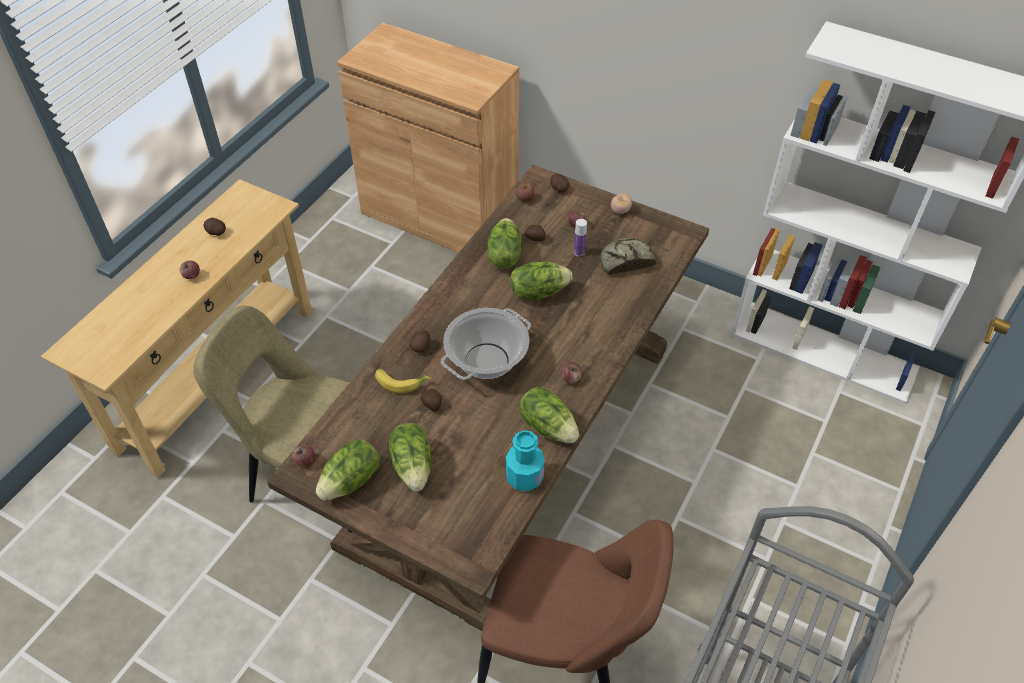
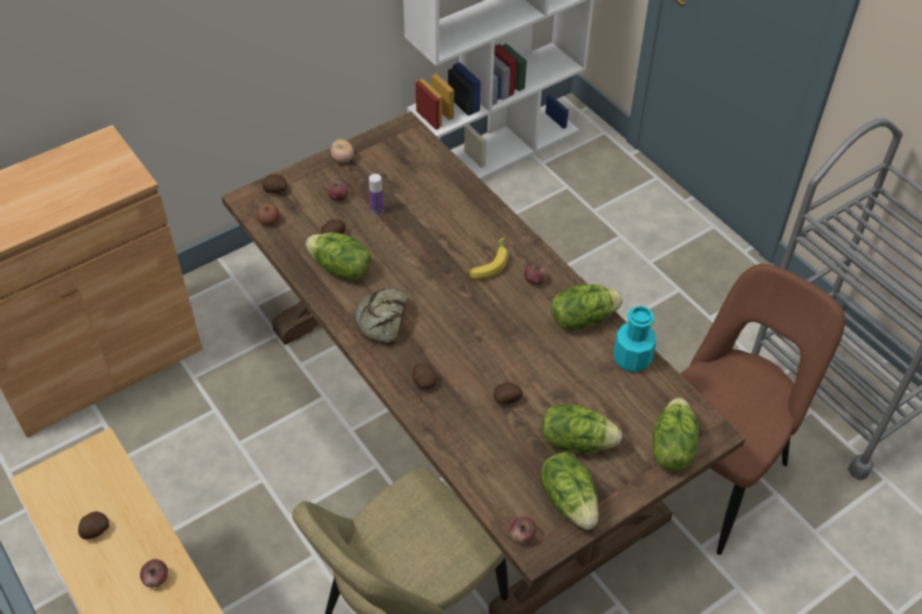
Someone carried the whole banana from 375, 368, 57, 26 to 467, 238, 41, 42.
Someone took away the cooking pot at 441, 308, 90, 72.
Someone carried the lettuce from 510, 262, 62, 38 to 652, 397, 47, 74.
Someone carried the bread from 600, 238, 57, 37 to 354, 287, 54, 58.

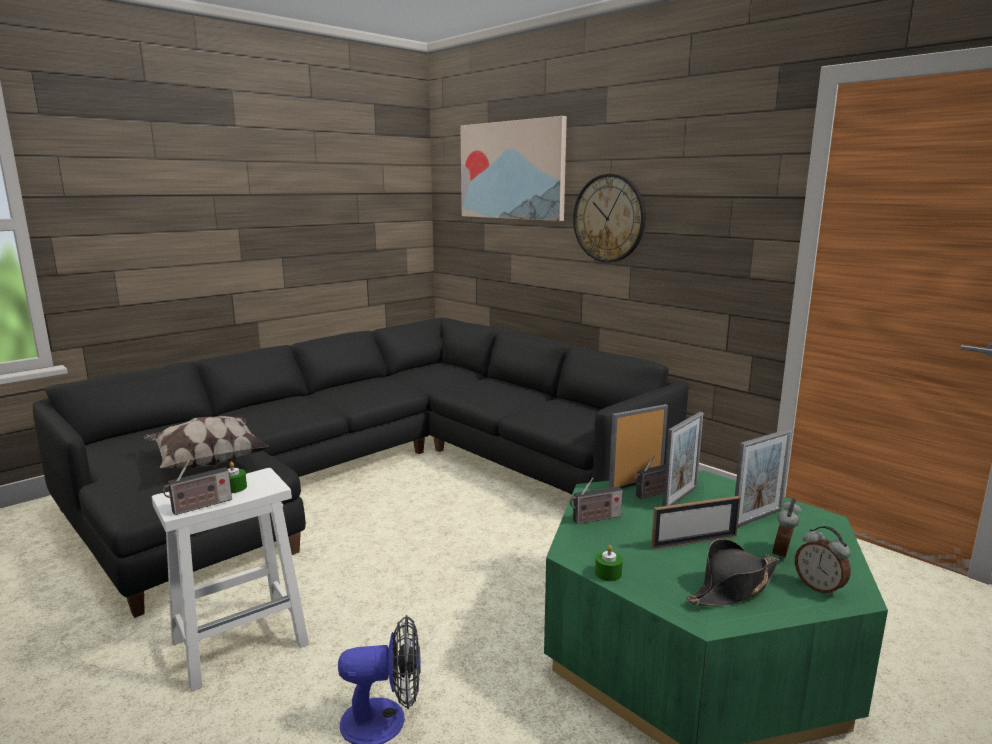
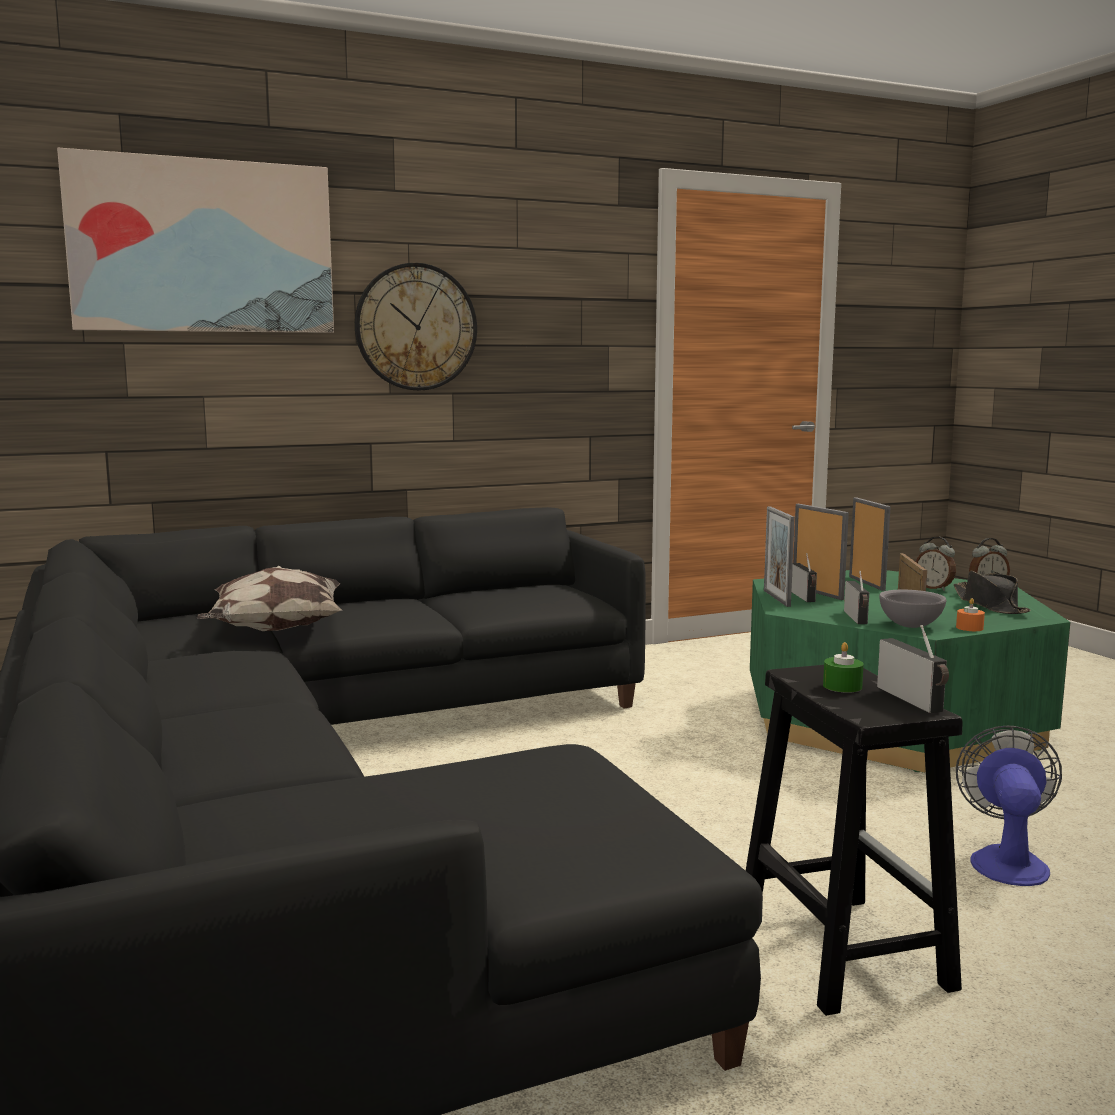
Someone carried the pillow from 144, 416, 125, 52 to 196, 565, 146, 66.
Someone repainted the white sitting stool at 152, 468, 157, 224, which became the blackish sitting stool at 746, 665, 217, 351.
Someone repainted the green wax candle at 595, 545, 28, 36, which became the orange-coloured wax candle at 956, 598, 29, 33.
Someone put down the grey bowl at 879, 590, 68, 38.

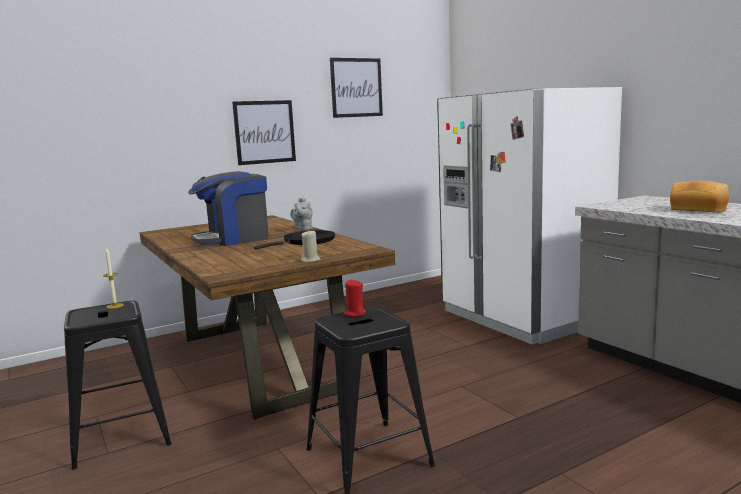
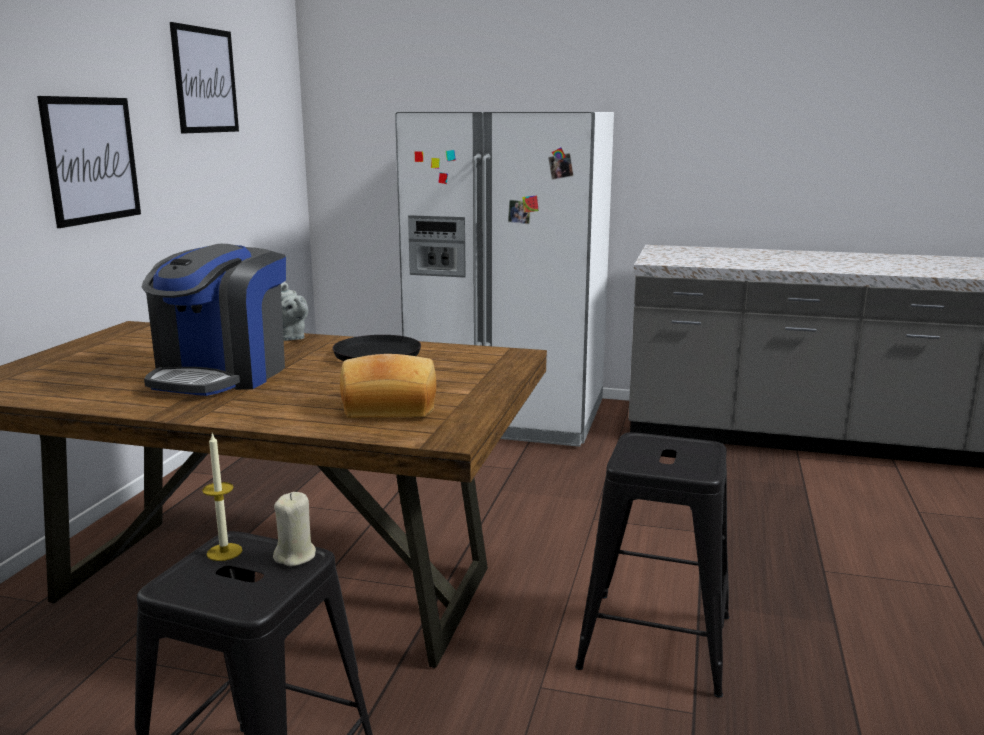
Someone carried the sand-coloured wax candle from 301, 230, 19, 32 to 273, 492, 43, 74.
Someone took away the reddish wax candle at 343, 279, 23, 38.
Someone carried the bread from 670, 180, 59, 32 to 340, 354, 96, 64.

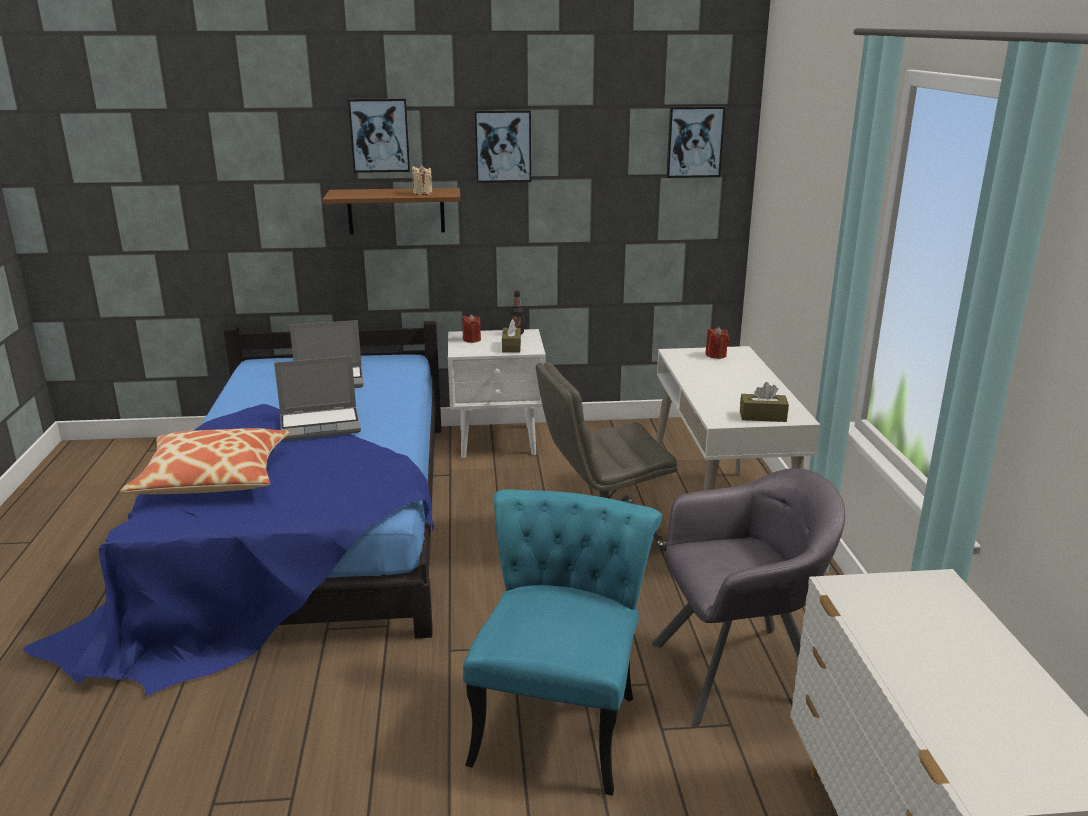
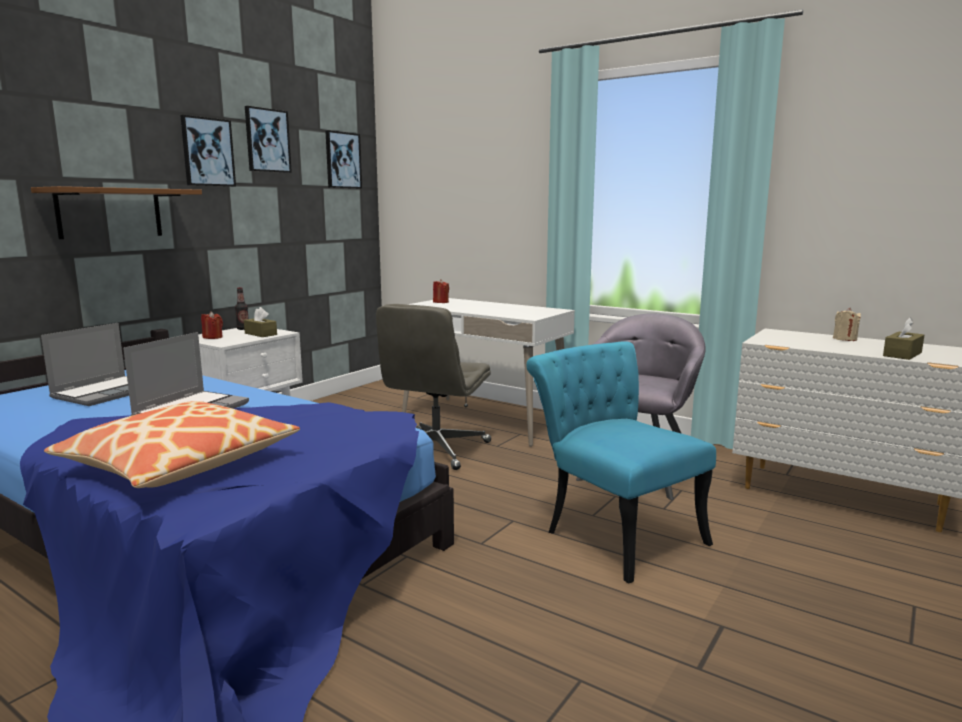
Someone carried the wall picture from 348, 98, 62, 75 to 245, 106, 47, 67.
Someone carried the sand-coloured wax candle from 412, 164, 20, 31 to 833, 308, 28, 33.
Someone carried the brownish tissue box from 740, 382, 49, 40 to 883, 318, 41, 42.

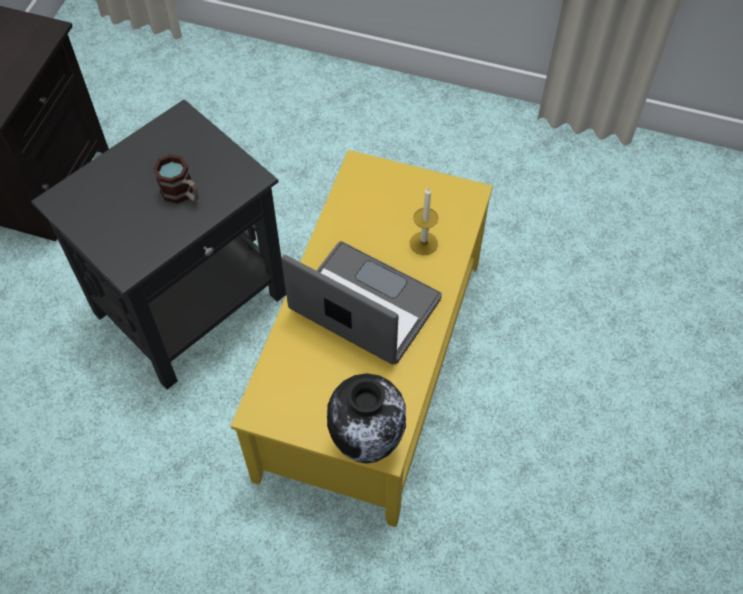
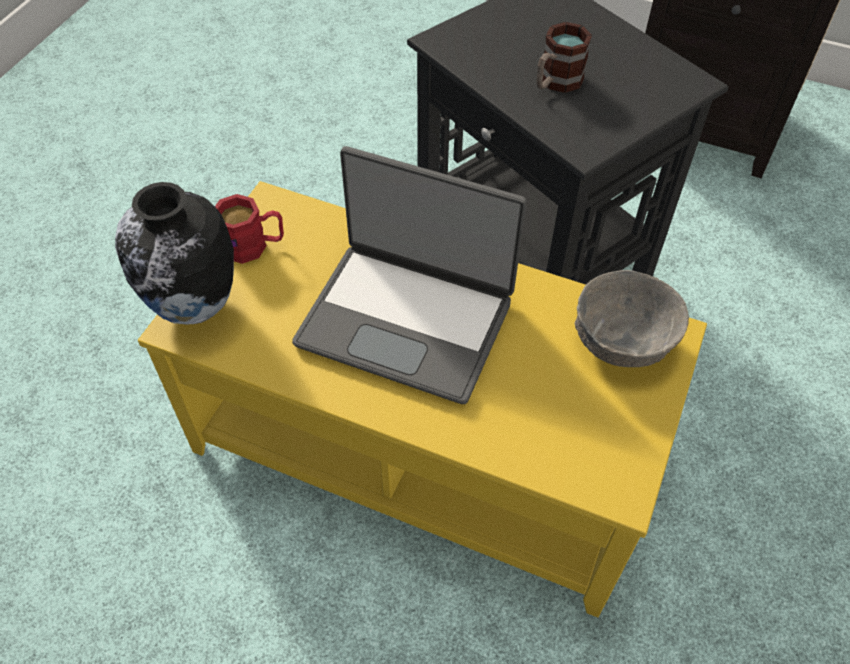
Someone rotated the notebook computer at 281, 241, 161, 123 by 75 degrees clockwise.
Someone took away the wax candle at 410, 187, 28, 68.
Someone put down the reddish mug at 215, 194, 69, 70.
Someone put down the grey bowl at 574, 270, 115, 97.

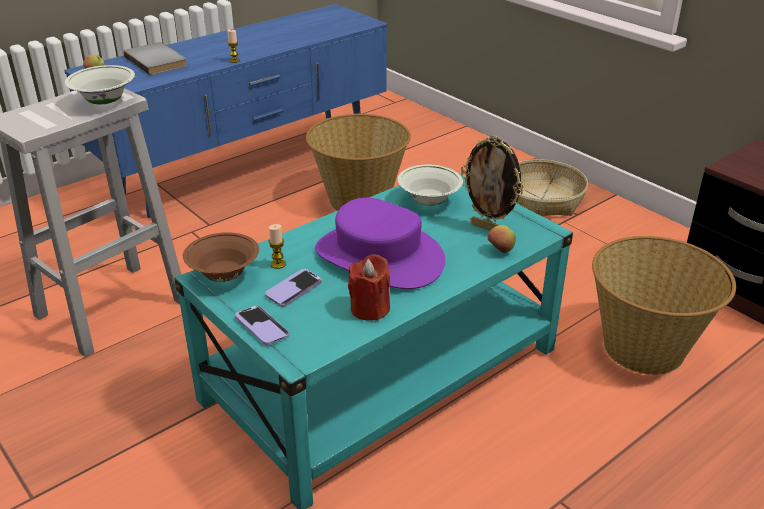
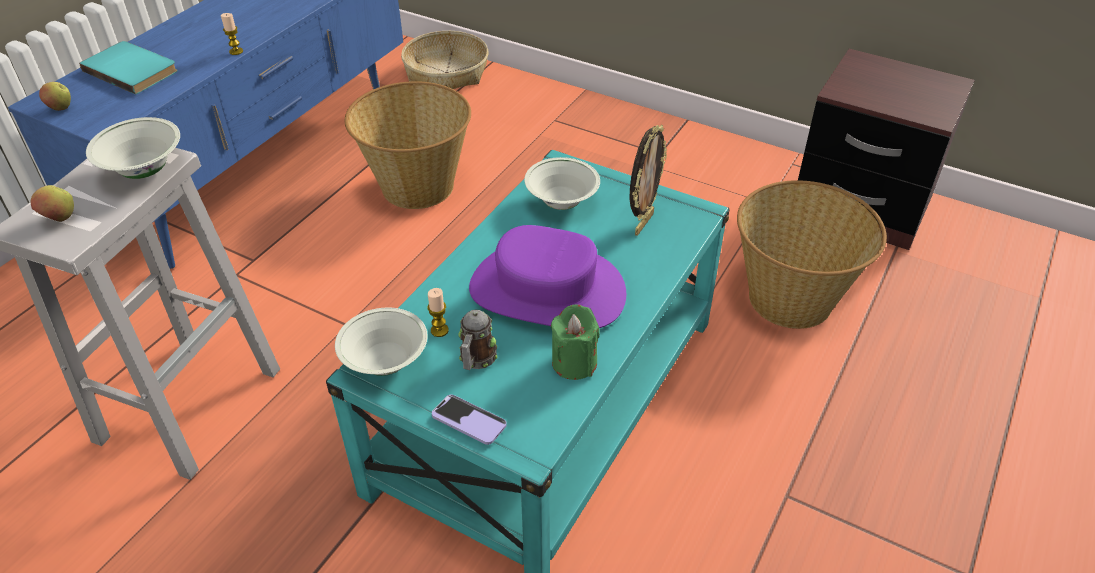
Someone repainted the grey bound book at 123, 42, 64, 33, which became the turquoise-coloured bound book at 79, 41, 99, 54.
Someone repainted the brownish bowl at 183, 232, 76, 50, which became the white bowl at 335, 308, 93, 68.
Someone swapped the telephone at 265, 269, 57, 38 for the mug at 458, 309, 39, 61.
Someone repainted the reddish wax candle at 348, 254, 42, 67, which became the green wax candle at 551, 305, 49, 75.
Someone rotated the standing frame at 461, 135, 63, 95 by 75 degrees counterclockwise.
Someone carried the apple fruit from 488, 225, 28, 28 to 30, 185, 44, 37.
Someone carried the household basket from 517, 159, 71, 57 to 401, 31, 87, 58.

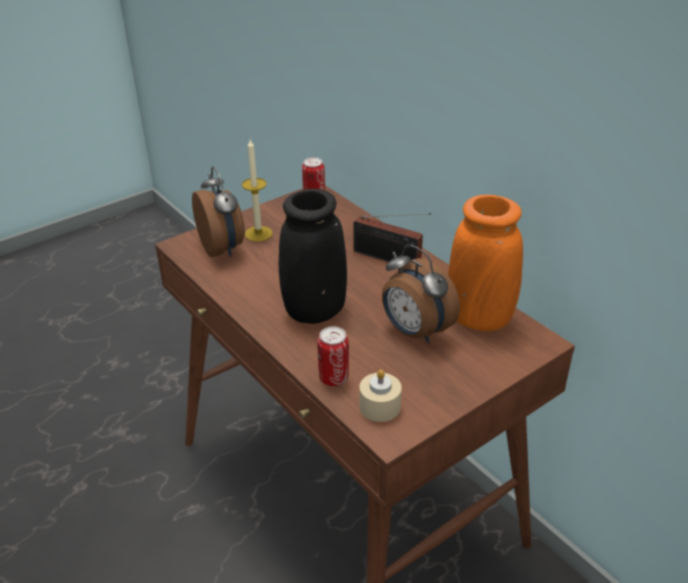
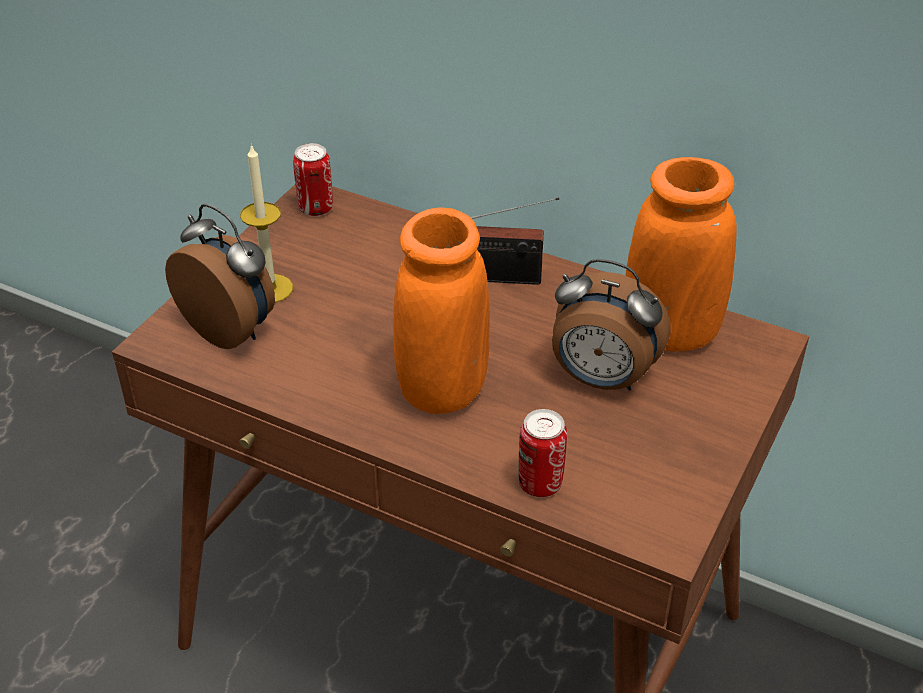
Someone repainted the blackish decorative vase at 279, 189, 68, 135, which became the orange-coloured decorative vase at 393, 207, 97, 207.
Someone took away the sand-coloured wax candle at 359, 370, 43, 52.

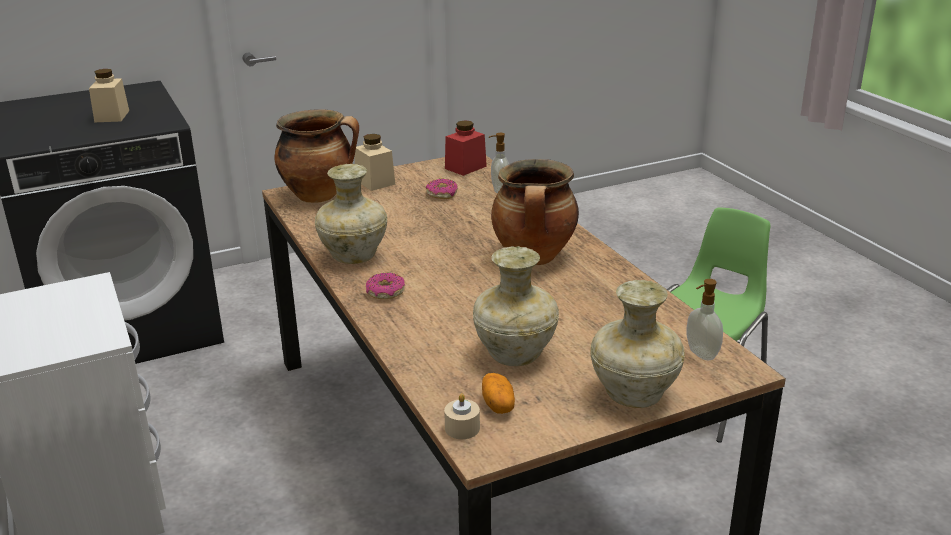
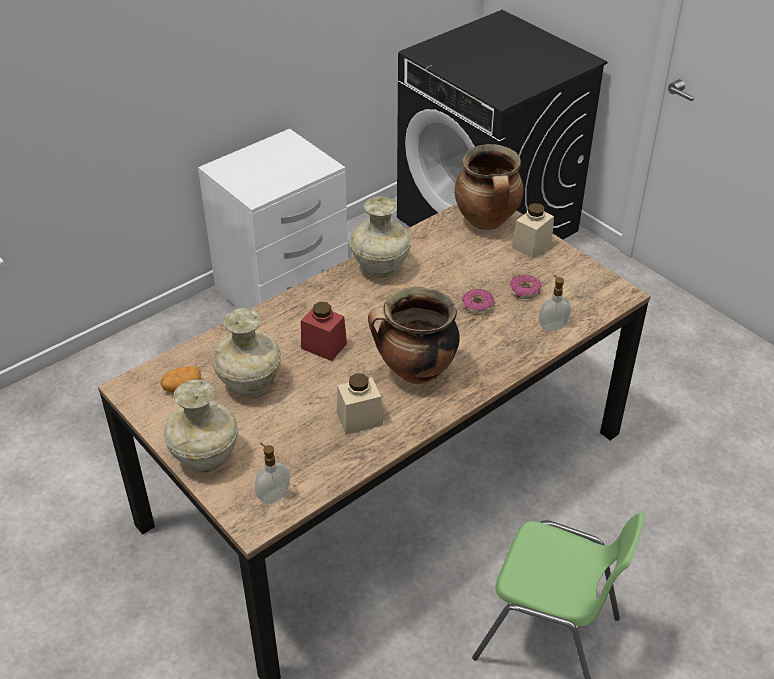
Someone carried the sand-coloured jar from 89, 69, 40, 53 to 337, 373, 46, 62.
Someone carried the ring doughnut from 366, 273, 39, 26 to 462, 289, 33, 25.
Someone took away the sand-coloured wax candle at 444, 394, 36, 45.
Someone carried the reddish jar from 445, 120, 42, 56 to 301, 302, 46, 59.

